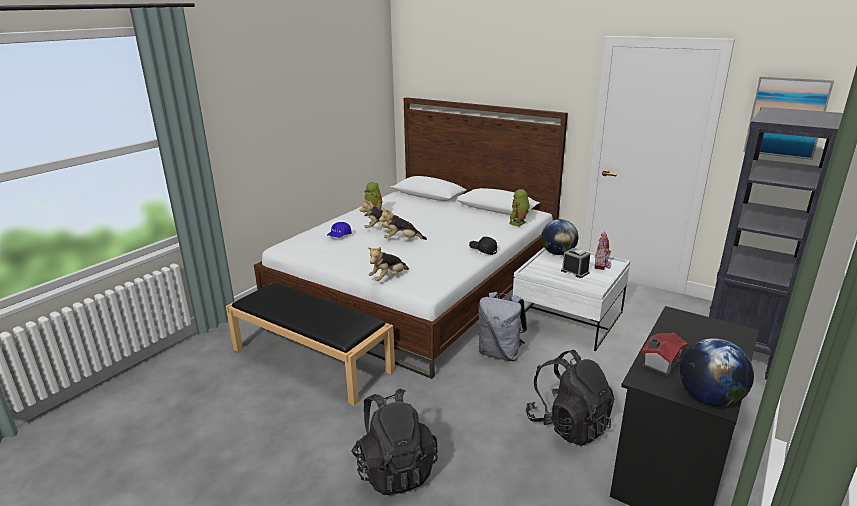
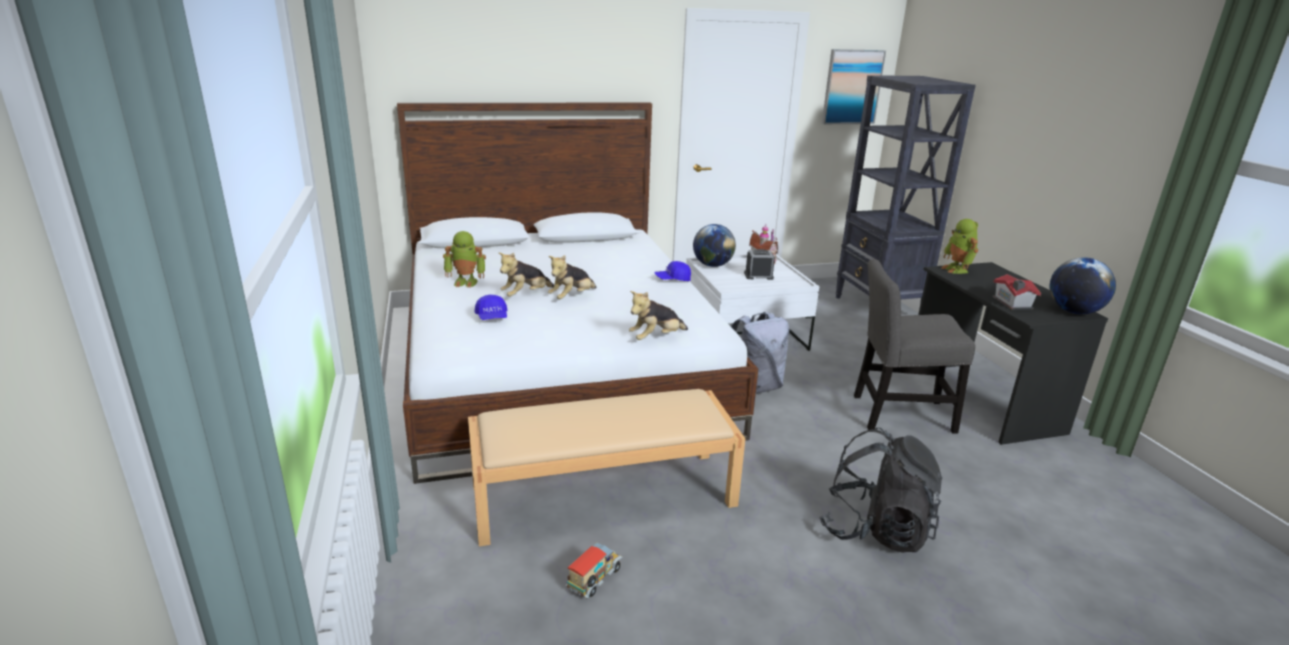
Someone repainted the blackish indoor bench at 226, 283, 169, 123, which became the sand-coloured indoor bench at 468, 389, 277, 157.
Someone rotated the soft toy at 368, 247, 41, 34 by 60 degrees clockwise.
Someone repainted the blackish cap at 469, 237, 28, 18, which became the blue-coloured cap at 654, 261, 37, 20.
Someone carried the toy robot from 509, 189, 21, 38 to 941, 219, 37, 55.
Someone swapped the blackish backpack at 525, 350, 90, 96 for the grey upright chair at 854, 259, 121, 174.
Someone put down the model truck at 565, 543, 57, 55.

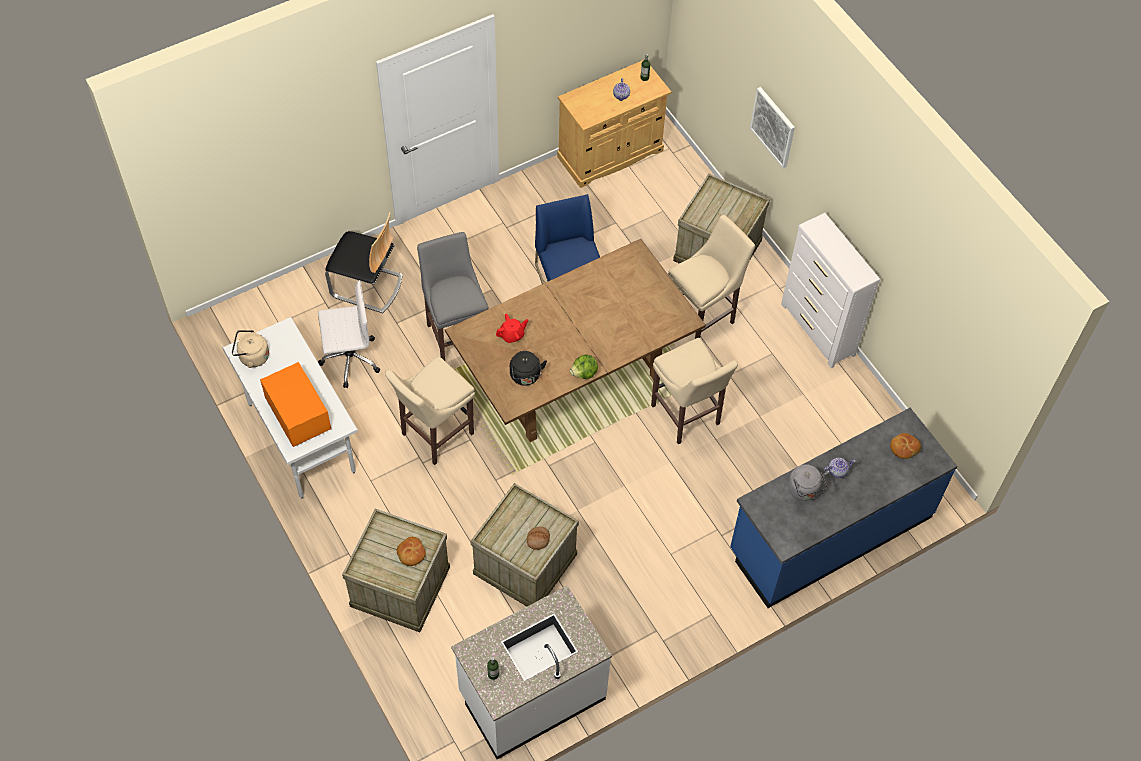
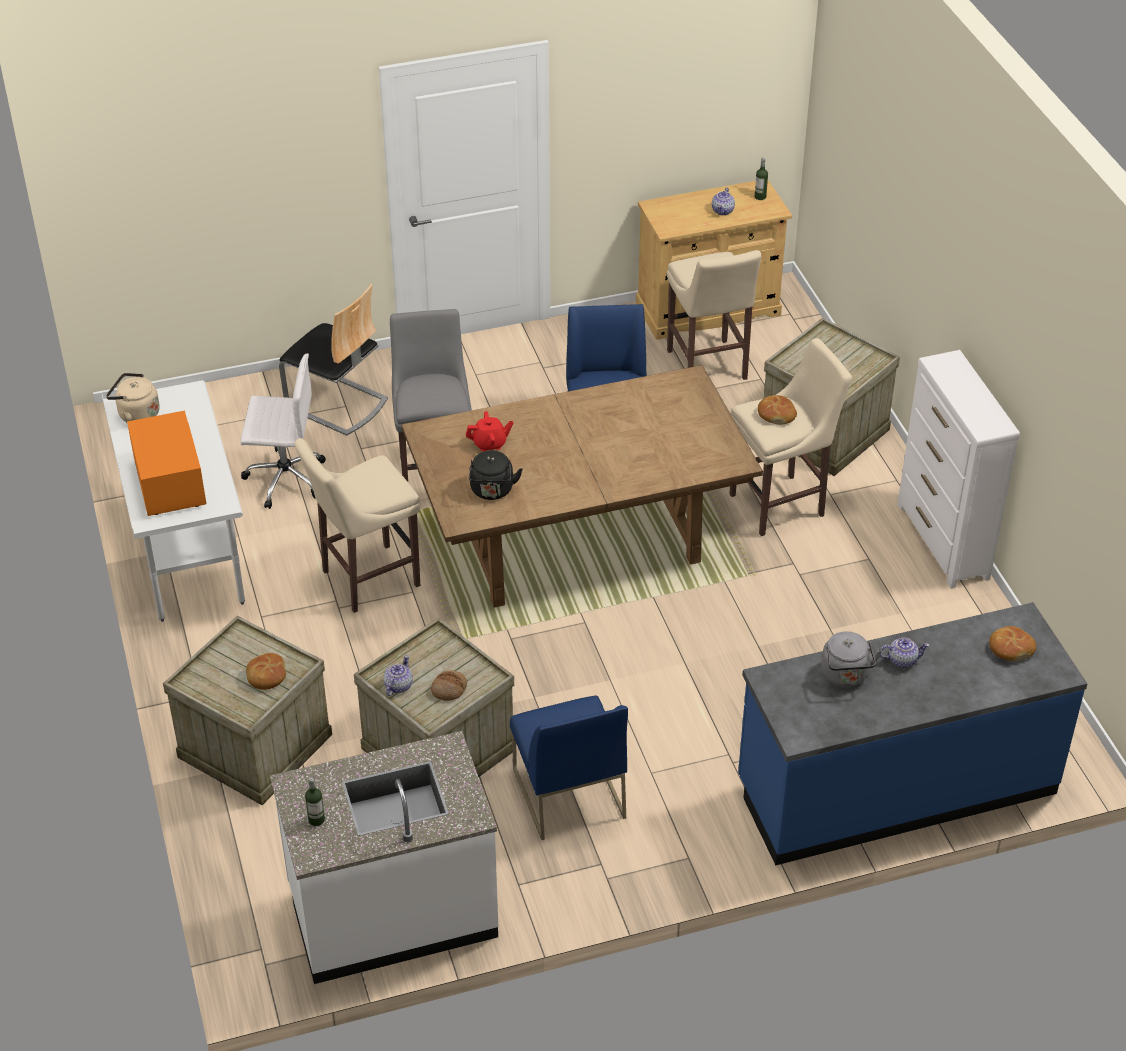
Someone took away the lettuce at 570, 354, 28, 25.
Someone carried the sand-coloured sitting stool from 651, 338, 87, 106 to 667, 250, 94, 130.
Someone took away the wall picture at 750, 87, 45, 81.
Someone put down the tea pot at 384, 655, 29, 41.
Someone put down the blue-coloured upright chair at 510, 696, 118, 144.
Someone put down the bread at 758, 395, 39, 30.

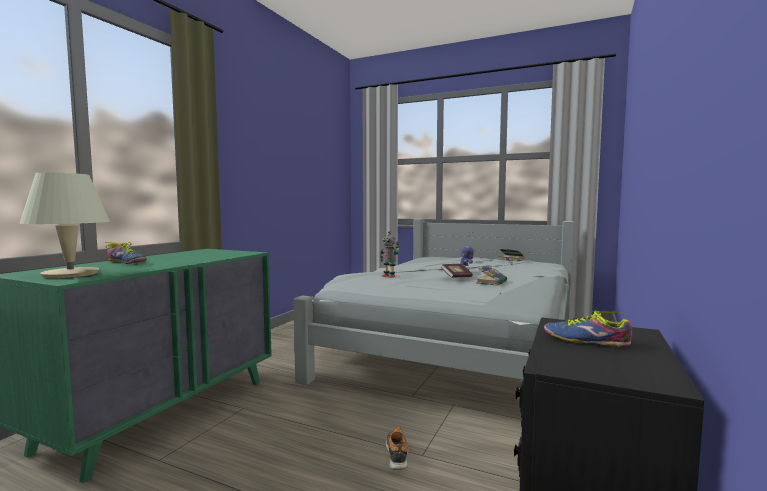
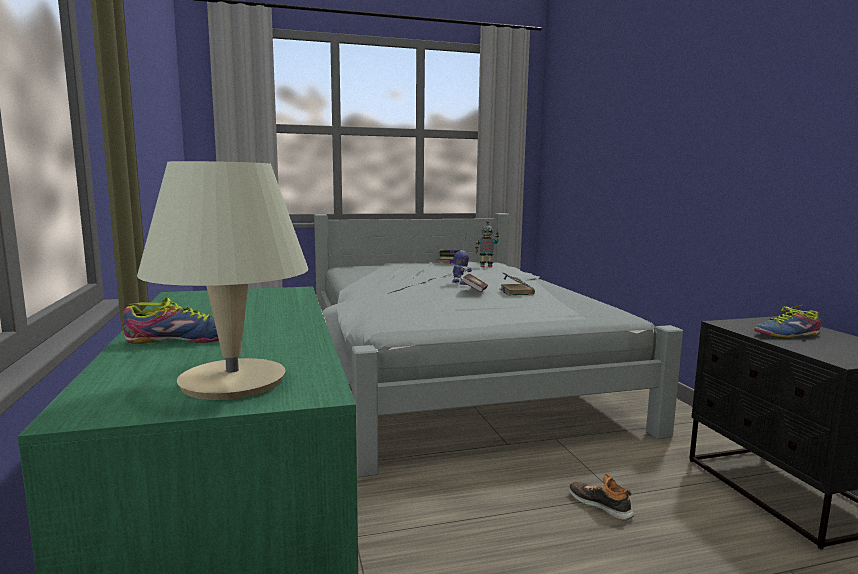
Someone carried the toy robot from 380, 231, 19, 47 to 475, 221, 24, 46.

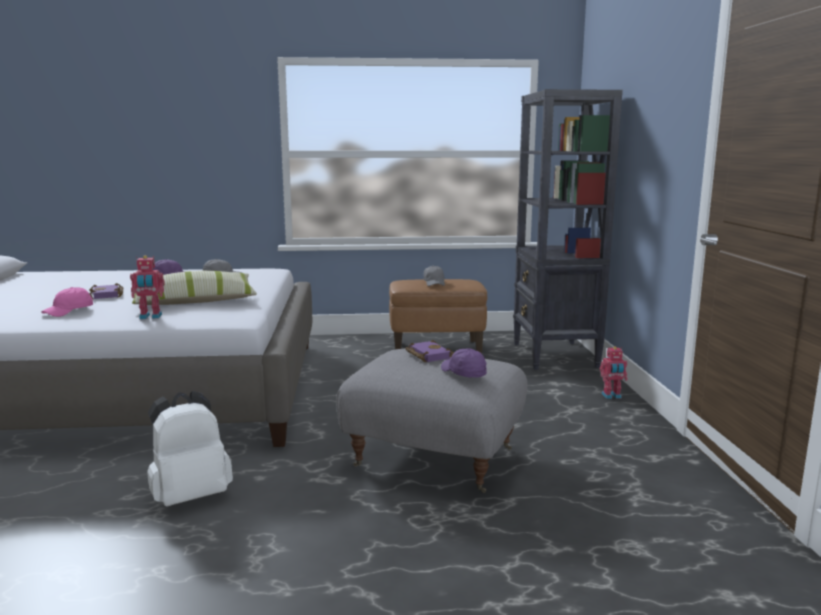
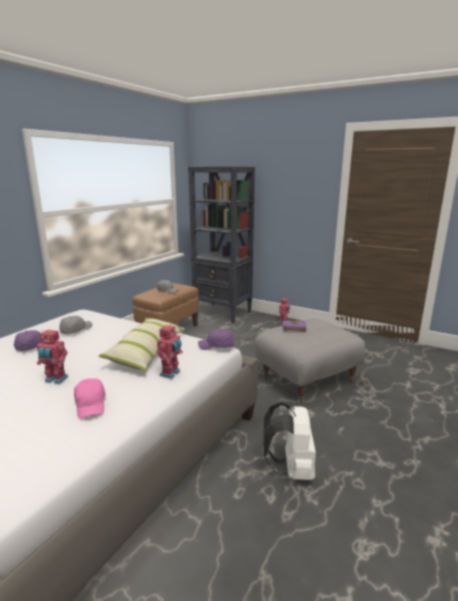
Someone swapped the purple-coloured bound book at 89, 283, 34, 16 for the toy robot at 37, 329, 31, 55.
Someone carried the purple-coloured cap from 441, 348, 46, 30 to 198, 329, 37, 21.

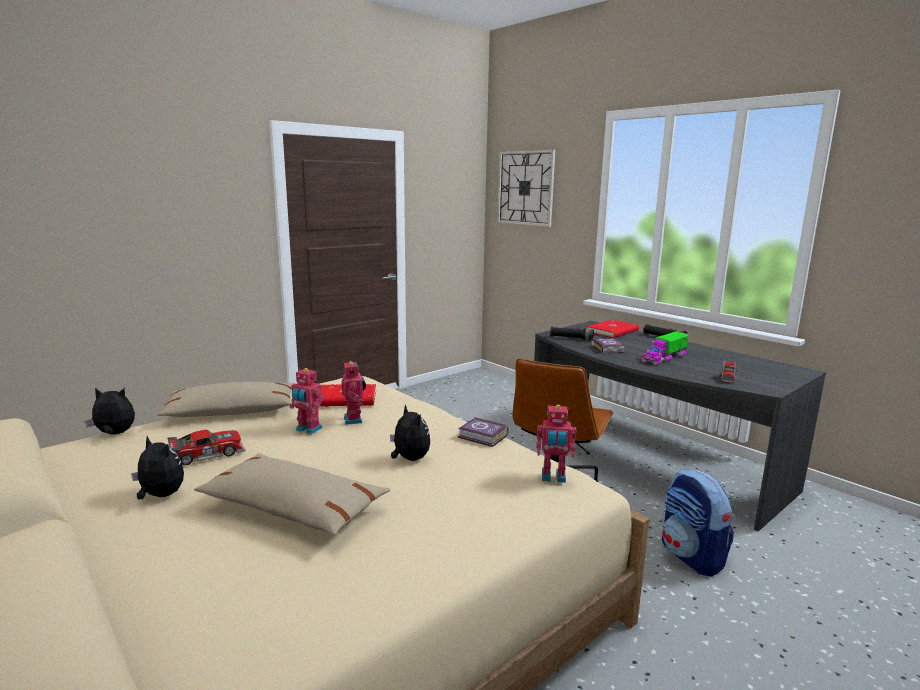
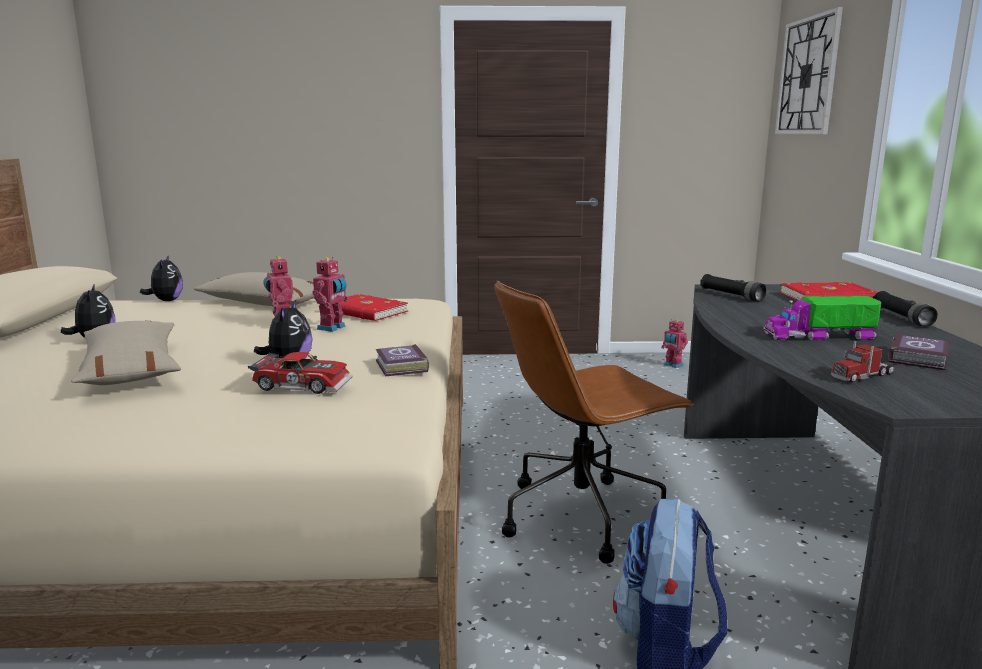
Someone rotated the soft toy at 85, 388, 50, 46 by 45 degrees clockwise.
Someone carried the miniature car from 168, 430, 77, 35 to 248, 352, 105, 42.
Someone carried the toy robot from 536, 405, 40, 78 to 661, 319, 27, 49.
Someone carried the bound book from 591, 338, 34, 15 to 888, 333, 61, 38.

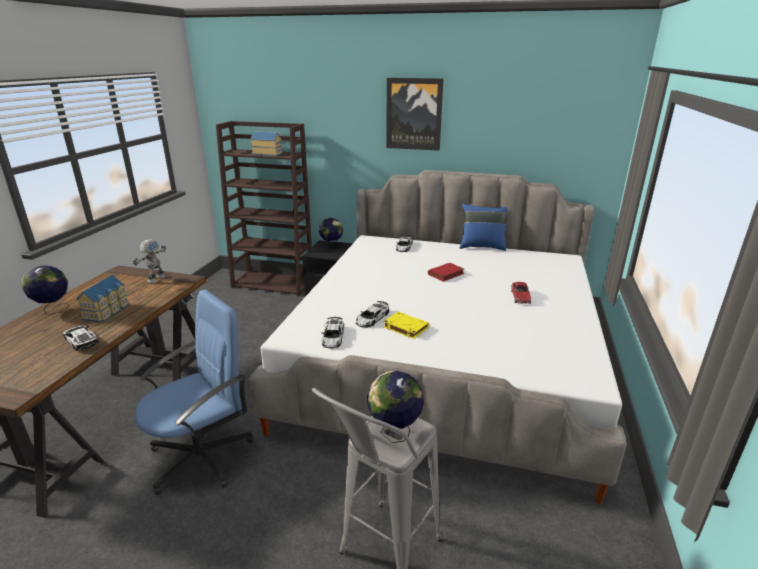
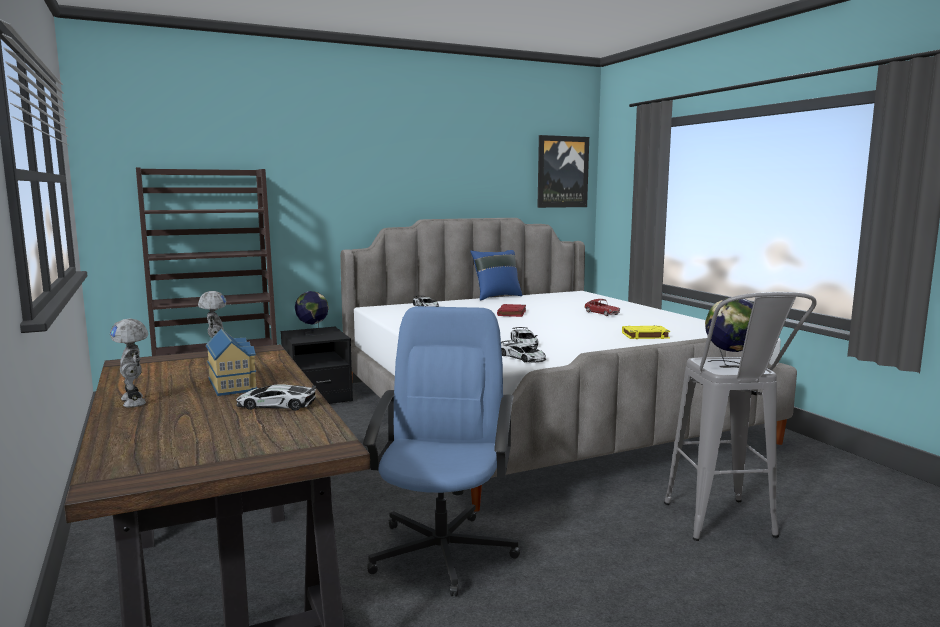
Someone swapped the world globe at 22, 266, 47, 49 for the toy robot at 110, 318, 38, 90.
Someone took away the toy house at 250, 131, 33, 25.
Someone carried the yellow bound book from 383, 312, 46, 27 to 622, 325, 48, 14.
Someone carried the wall picture from 386, 78, 58, 73 to 537, 135, 52, 73.

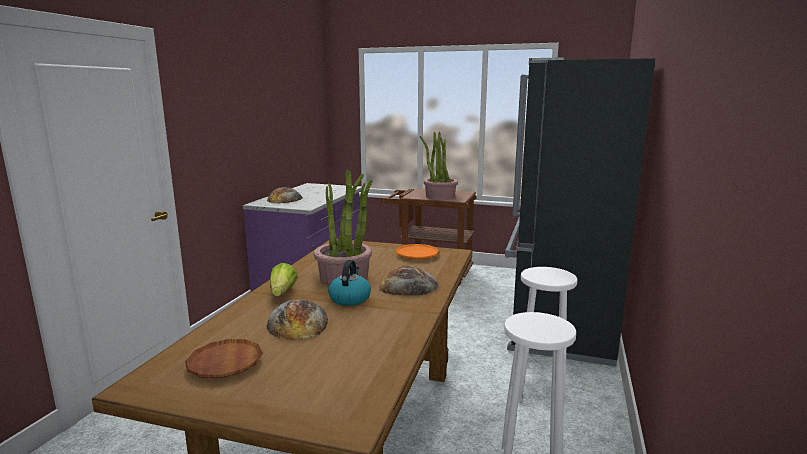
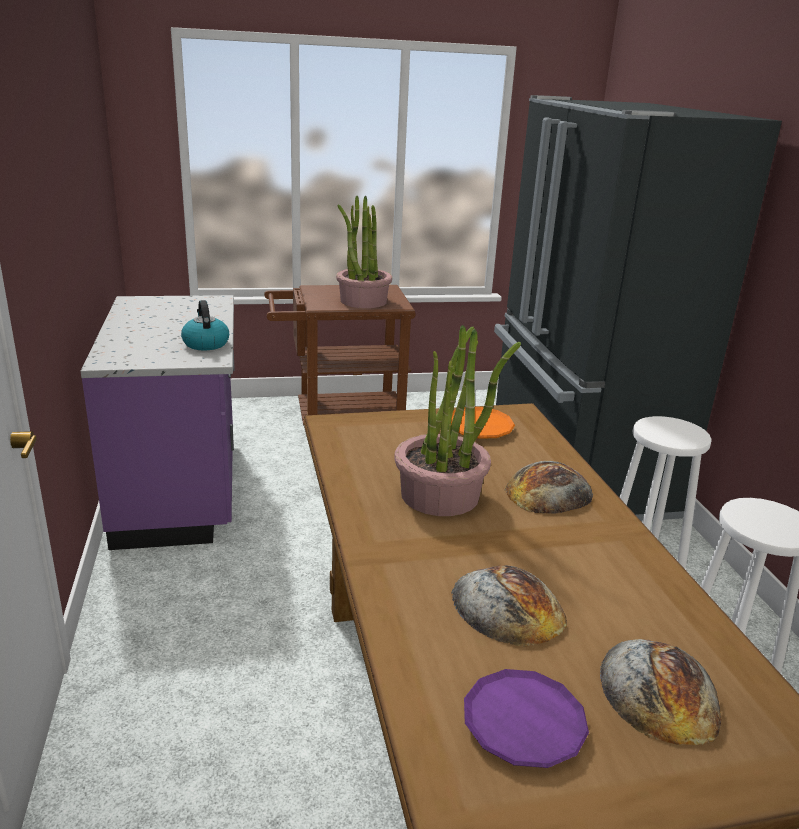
Someone repainted the brownish plate at 185, 339, 78, 39, which became the purple-coloured plate at 464, 669, 125, 99.
Someone carried the bread from 267, 187, 36, 16 to 600, 639, 121, 106.
Someone took away the lettuce at 270, 263, 28, 33.
Someone carried the tea kettle from 328, 260, 43, 46 to 181, 300, 48, 50.

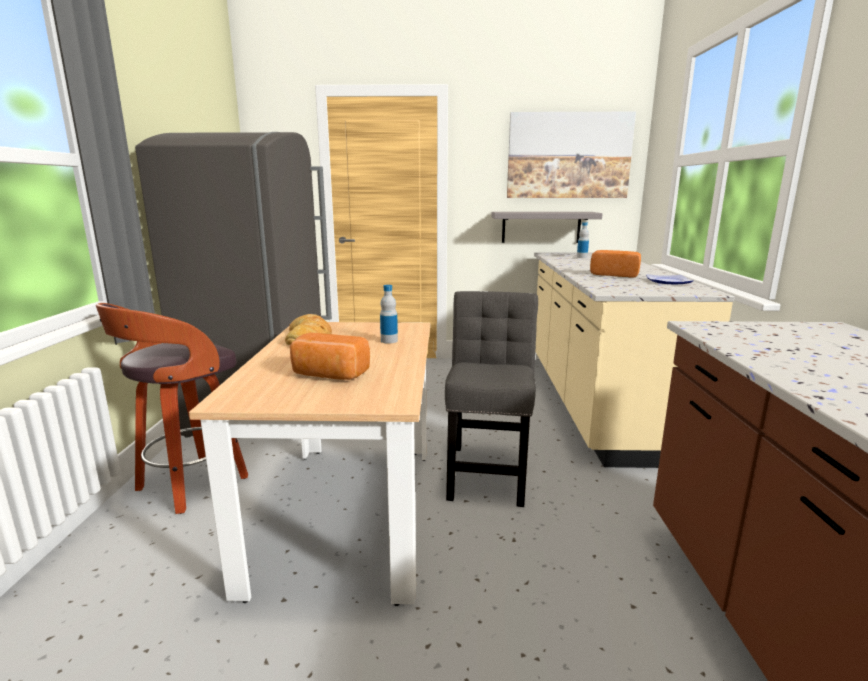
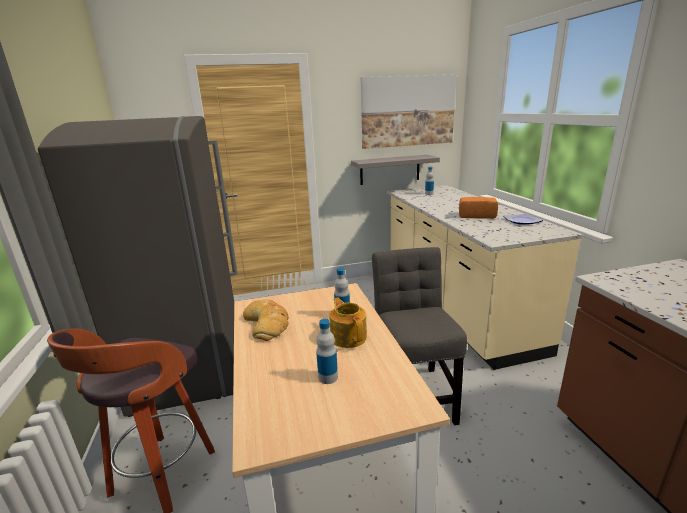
Someone swapped the bread at 290, 332, 80, 48 for the drink bottle at 316, 319, 22, 65.
Someone put down the tea pot at 329, 297, 38, 51.

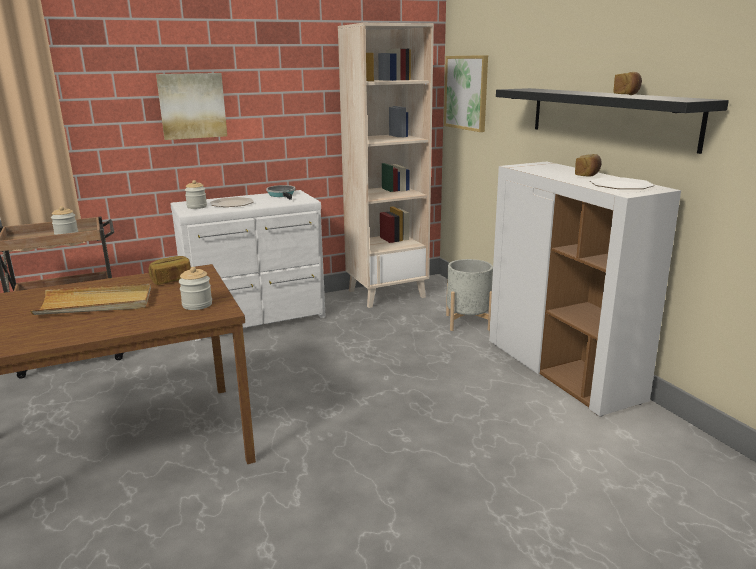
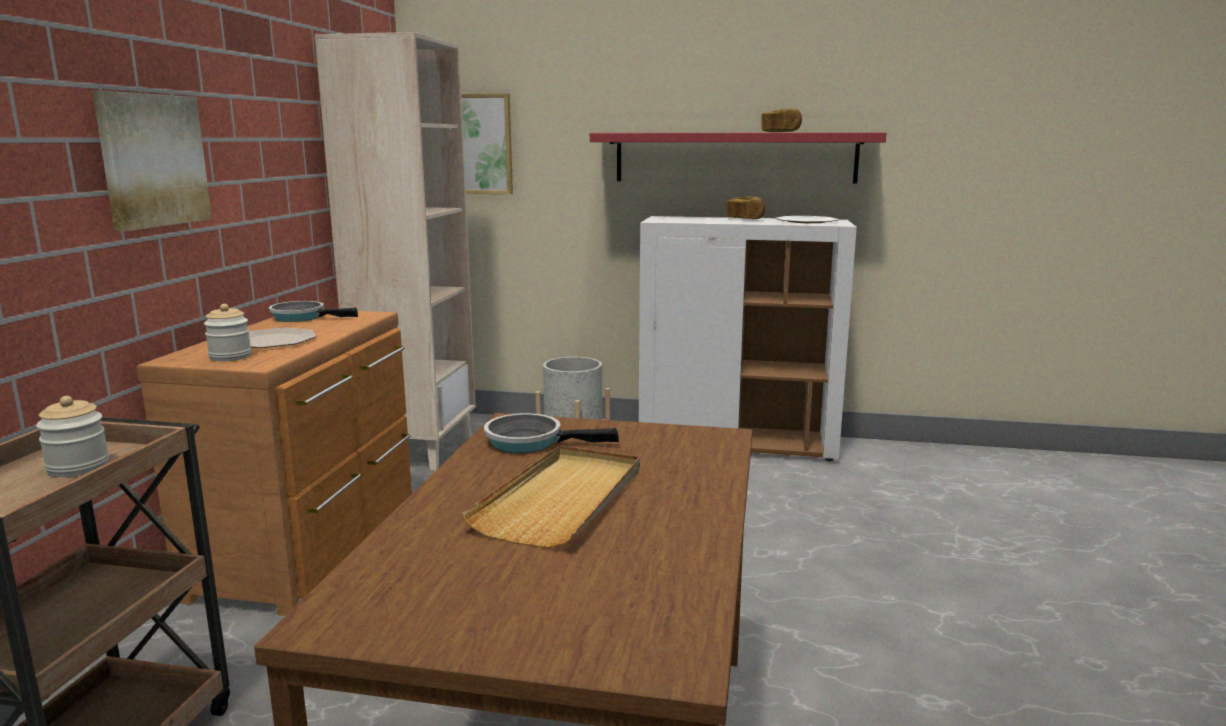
Someone swapped the bread at 148, 256, 43, 29 for the pan at 484, 413, 135, 40.
Someone repainted the white dresser at 170, 190, 156, 151, which became the brownish dresser at 136, 309, 276, 307.
Someone took away the jar at 179, 267, 33, 43.
Someone repainted the blackish shelf at 496, 88, 233, 66, which became the reddish shelf at 590, 132, 297, 52.

